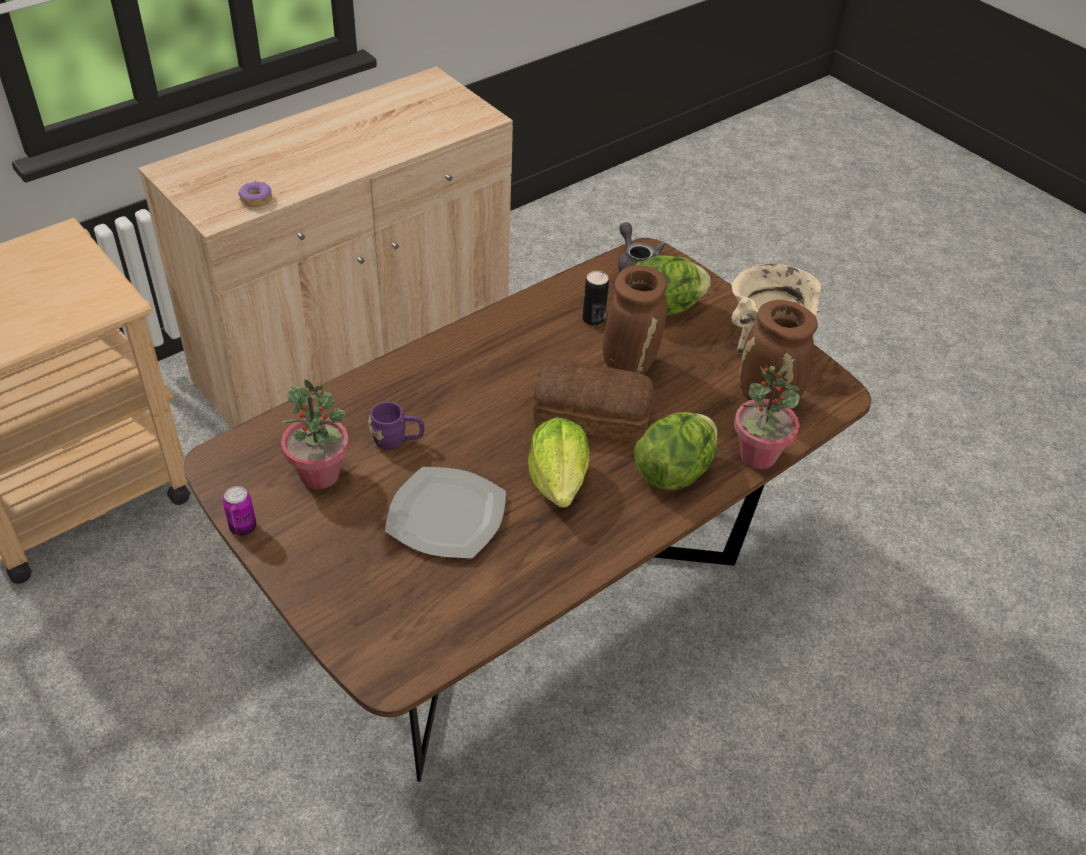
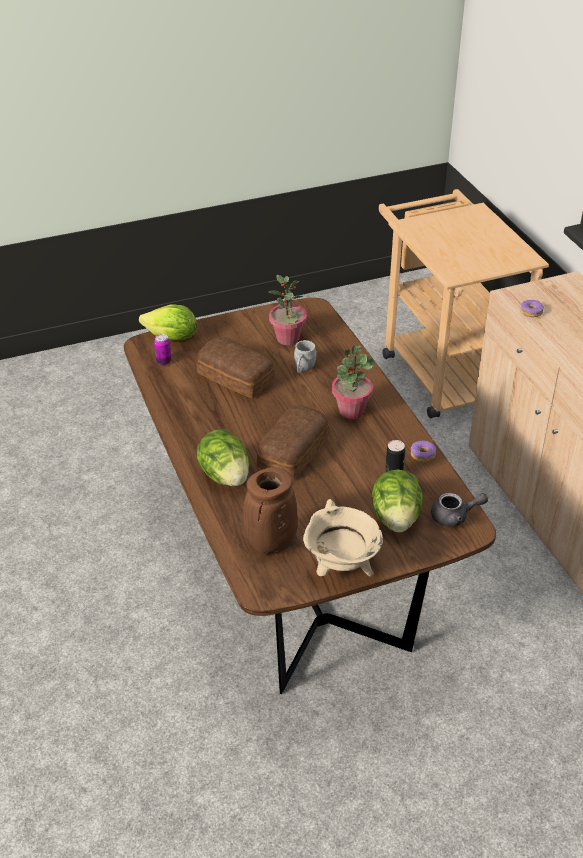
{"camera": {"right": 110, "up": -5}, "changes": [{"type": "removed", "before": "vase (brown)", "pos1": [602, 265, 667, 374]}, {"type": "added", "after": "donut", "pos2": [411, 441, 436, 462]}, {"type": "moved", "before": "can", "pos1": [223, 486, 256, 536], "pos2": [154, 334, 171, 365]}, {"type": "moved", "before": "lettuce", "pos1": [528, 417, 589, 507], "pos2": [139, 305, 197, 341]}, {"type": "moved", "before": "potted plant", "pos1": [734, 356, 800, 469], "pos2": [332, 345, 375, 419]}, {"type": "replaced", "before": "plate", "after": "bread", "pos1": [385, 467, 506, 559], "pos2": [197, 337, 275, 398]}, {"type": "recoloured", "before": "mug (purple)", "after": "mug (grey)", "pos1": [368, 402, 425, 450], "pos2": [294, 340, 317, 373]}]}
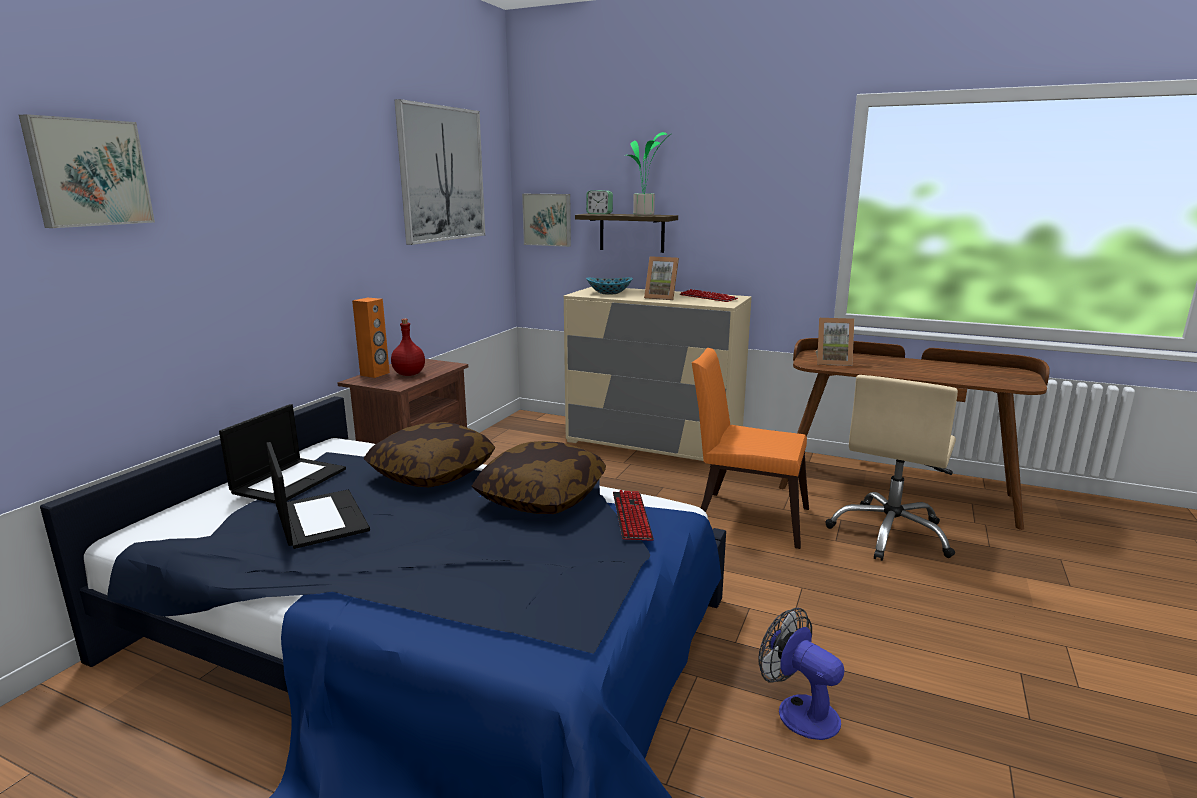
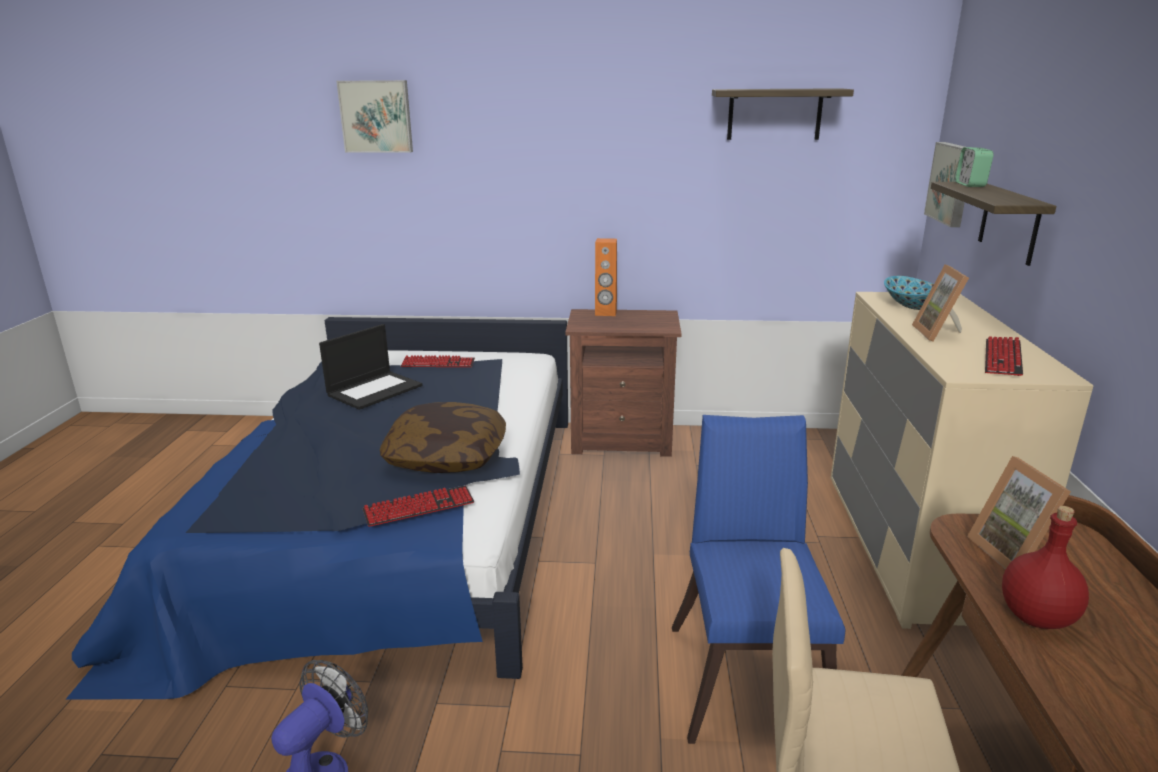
{"camera": {"right": 70, "up": 5}, "changes": [{"type": "removed", "before": "pillow", "pos1": [364, 422, 495, 487]}, {"type": "removed", "before": "potted plant", "pos1": [624, 132, 671, 215]}, {"type": "moved", "before": "bottle (red)", "pos1": [391, 319, 425, 376], "pos2": [1002, 506, 1089, 629]}, {"type": "replaced", "before": "laptop", "after": "keyboard", "pos1": [219, 404, 346, 504], "pos2": [401, 355, 475, 367]}, {"type": "replaced", "before": "picture", "after": "shelf", "pos1": [394, 99, 485, 245], "pos2": [712, 88, 854, 140]}, {"type": "recoloured", "before": "chair (orange)", "after": "chair (blue)", "pos1": [692, 348, 809, 549], "pos2": [672, 415, 846, 744]}]}
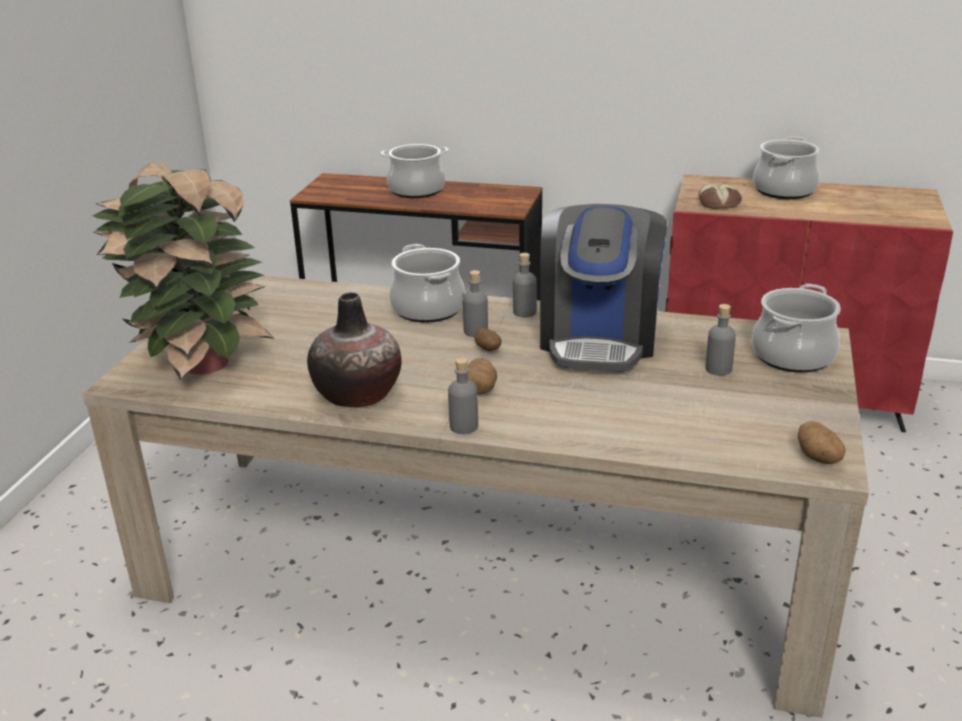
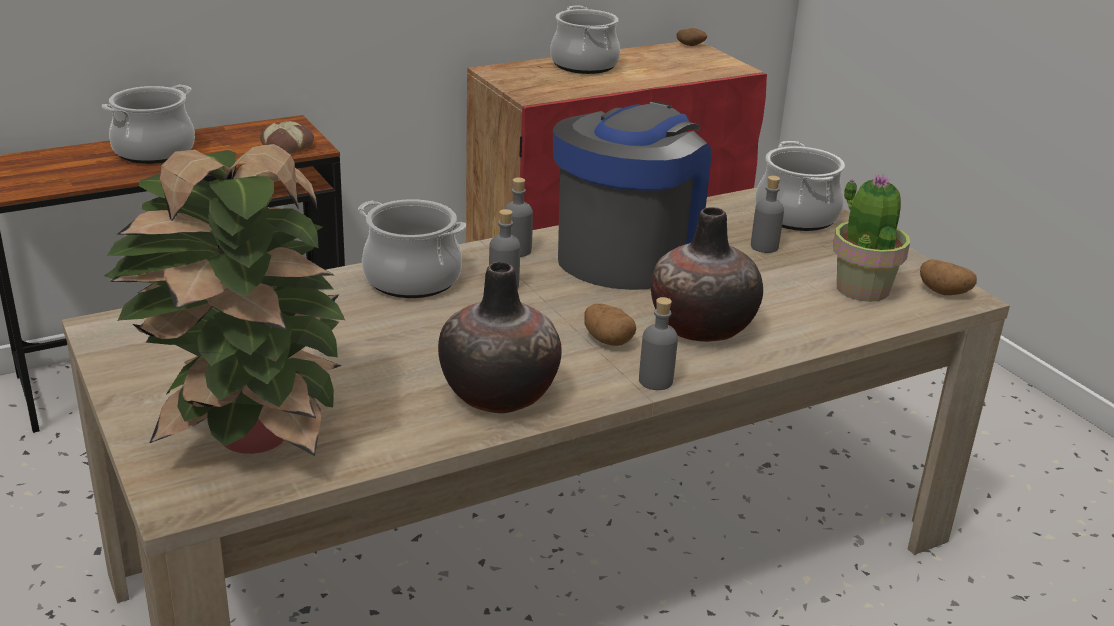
{"camera": {"right": -45, "up": 0}, "changes": [{"type": "added", "after": "vase", "pos2": [651, 207, 763, 342]}, {"type": "added", "after": "potted plant", "pos2": [833, 174, 910, 302]}, {"type": "moved", "before": "potato", "pos1": [475, 328, 502, 351], "pos2": [676, 28, 707, 46]}, {"type": "moved", "before": "bread", "pos1": [698, 182, 742, 209], "pos2": [260, 121, 314, 154]}, {"type": "turned", "before": "coffee machine", "pos1": [540, 204, 667, 372], "pos2": [553, 101, 711, 290], "turn": -120}]}
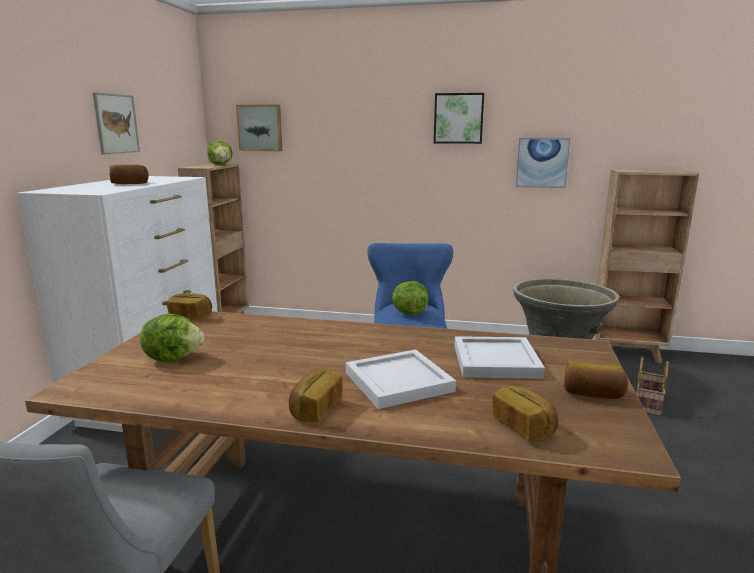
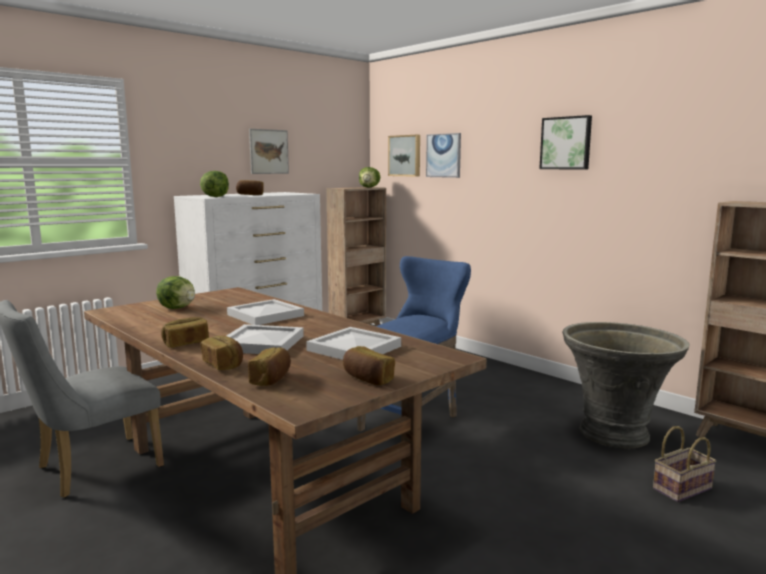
{"camera": {"right": 35, "up": -5}, "changes": [{"type": "added", "after": "tray (white)", "pos2": [227, 299, 304, 325]}, {"type": "moved", "before": "bread", "pos1": [166, 293, 212, 320], "pos2": [201, 336, 243, 370]}, {"type": "moved", "before": "lettuce", "pos1": [392, 281, 428, 314], "pos2": [200, 171, 229, 197]}, {"type": "moved", "before": "picture", "pos1": [516, 138, 570, 188], "pos2": [426, 133, 461, 178]}]}
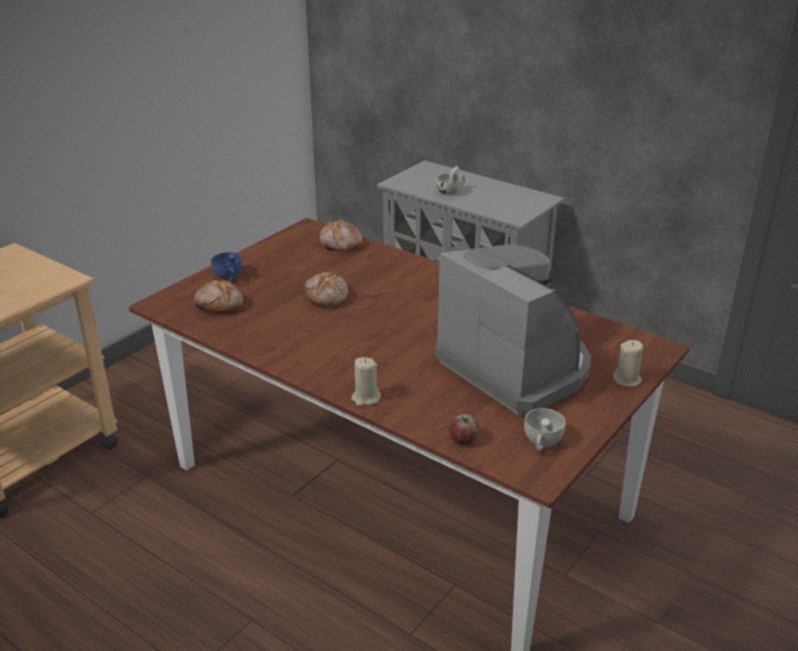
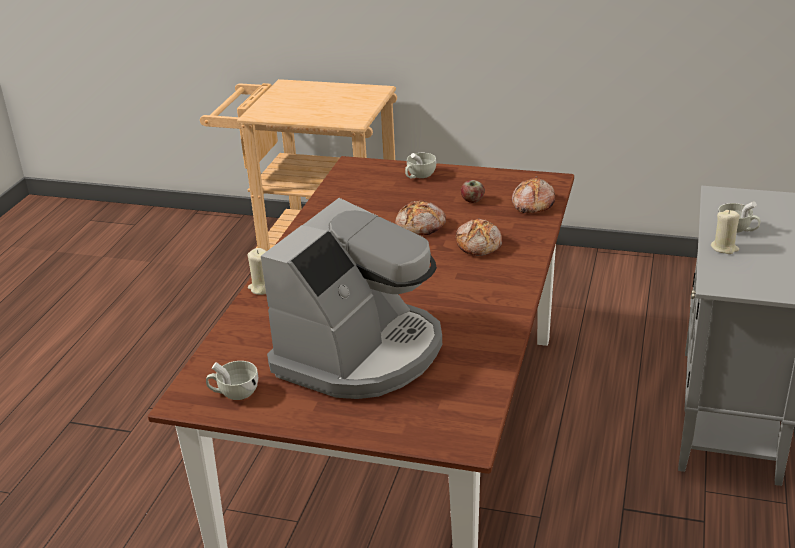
{"camera": {"right": 70, "up": 0}, "changes": [{"type": "moved", "before": "bread", "pos1": [193, 280, 243, 313], "pos2": [456, 218, 502, 256]}, {"type": "moved", "before": "apple", "pos1": [449, 414, 479, 444], "pos2": [461, 180, 485, 203]}, {"type": "moved", "before": "candle (beige)", "pos1": [613, 340, 643, 387], "pos2": [711, 210, 740, 254]}, {"type": "recoloured", "before": "cup (blue)", "after": "cup (white)", "pos1": [211, 252, 242, 281], "pos2": [405, 153, 436, 179]}]}
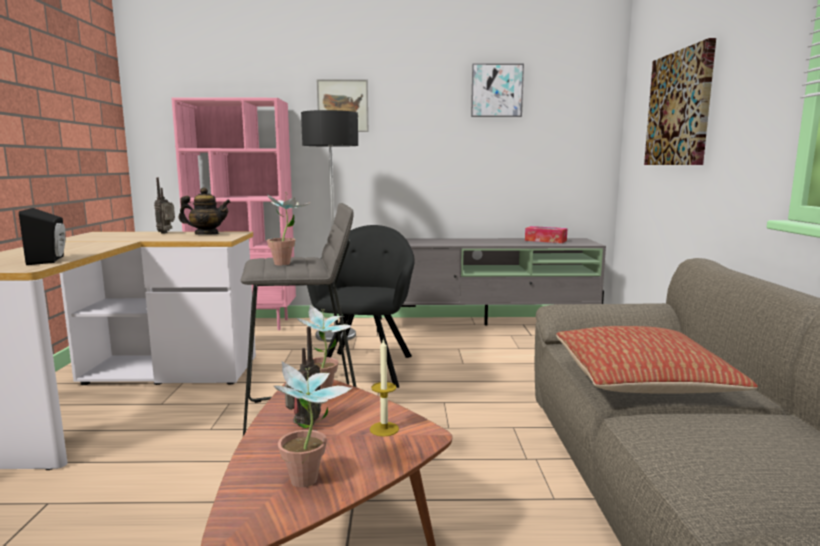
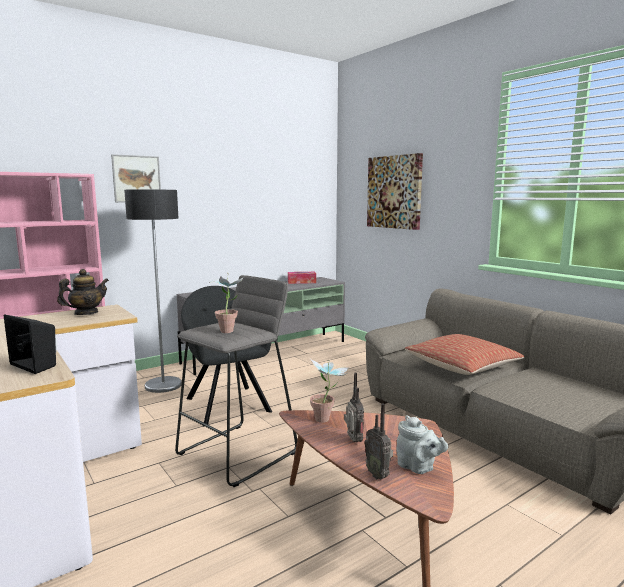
{"camera": {"right": -35, "up": 0}, "changes": [{"type": "removed", "before": "candle", "pos1": [370, 338, 399, 437]}, {"type": "removed", "before": "picture", "pos1": [471, 63, 524, 117]}, {"type": "moved", "before": "radio", "pos1": [154, 177, 175, 233], "pos2": [365, 403, 393, 480]}, {"type": "replaced", "before": "potted plant", "after": "teapot (grey)", "pos1": [274, 361, 353, 487], "pos2": [396, 415, 448, 474]}]}
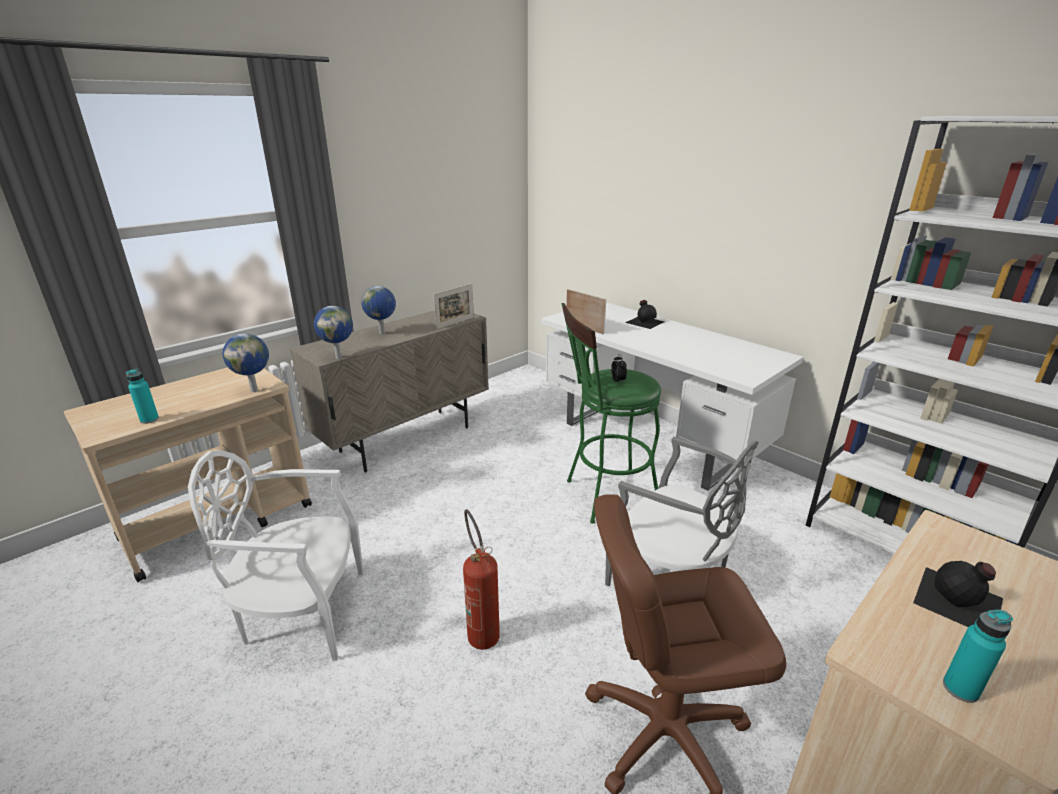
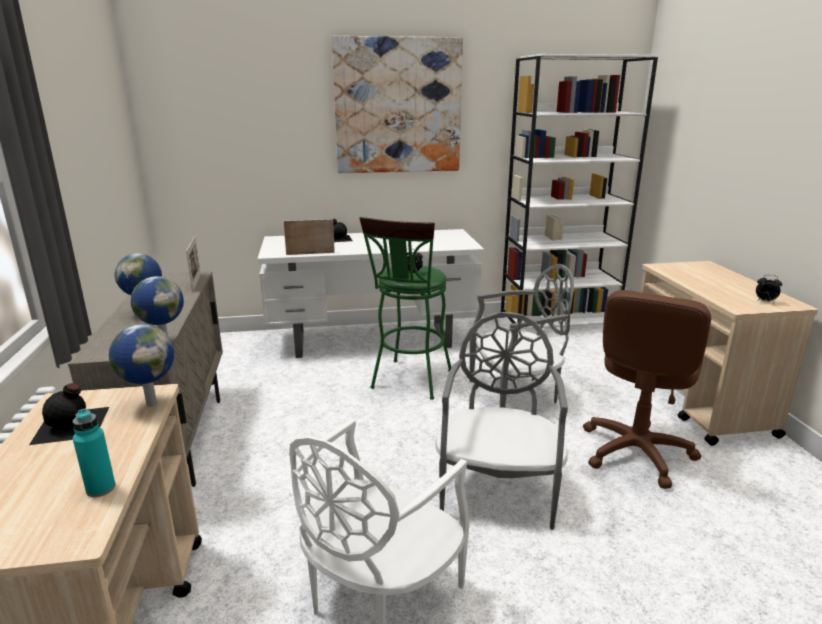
{"camera": {"right": -55, "up": -5}, "changes": [{"type": "added", "after": "picture", "pos2": [332, 36, 463, 173]}, {"type": "moved", "before": "bottle (black)", "pos1": [913, 561, 1003, 627], "pos2": [29, 383, 109, 445]}, {"type": "replaced", "before": "fire extinguisher", "after": "chair (grey)", "pos1": [463, 509, 500, 650], "pos2": [435, 312, 568, 530]}, {"type": "replaced", "before": "bottle (turquoise)", "after": "alarm clock", "pos1": [943, 610, 1013, 703], "pos2": [756, 275, 782, 303]}]}
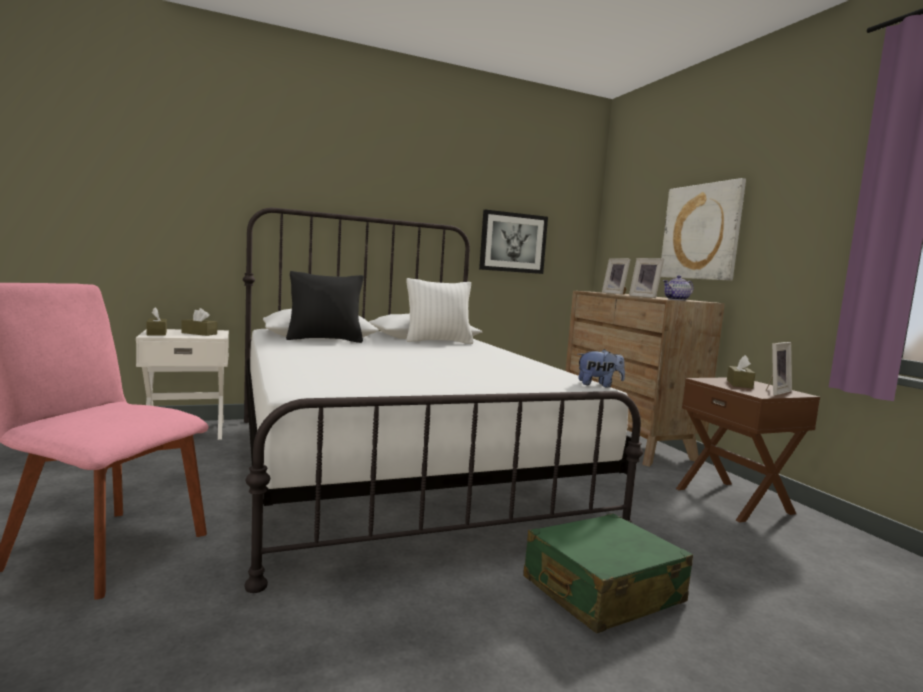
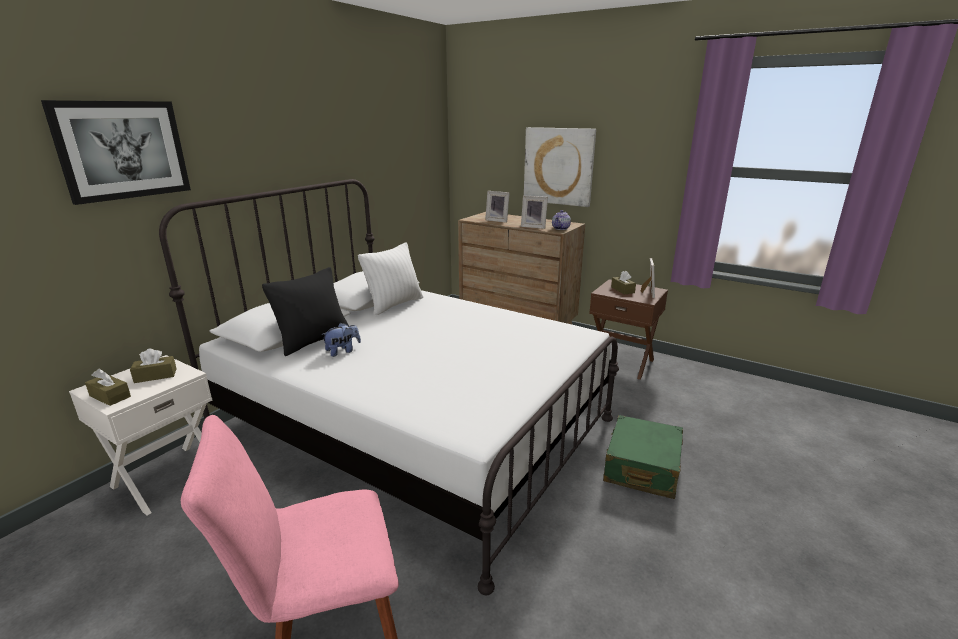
{"camera": {"right": -35, "up": 15}, "changes": [{"type": "moved", "before": "picture", "pos1": [479, 210, 548, 274], "pos2": [41, 100, 191, 205]}, {"type": "moved", "before": "plush toy", "pos1": [578, 349, 625, 387], "pos2": [321, 323, 361, 357]}]}
